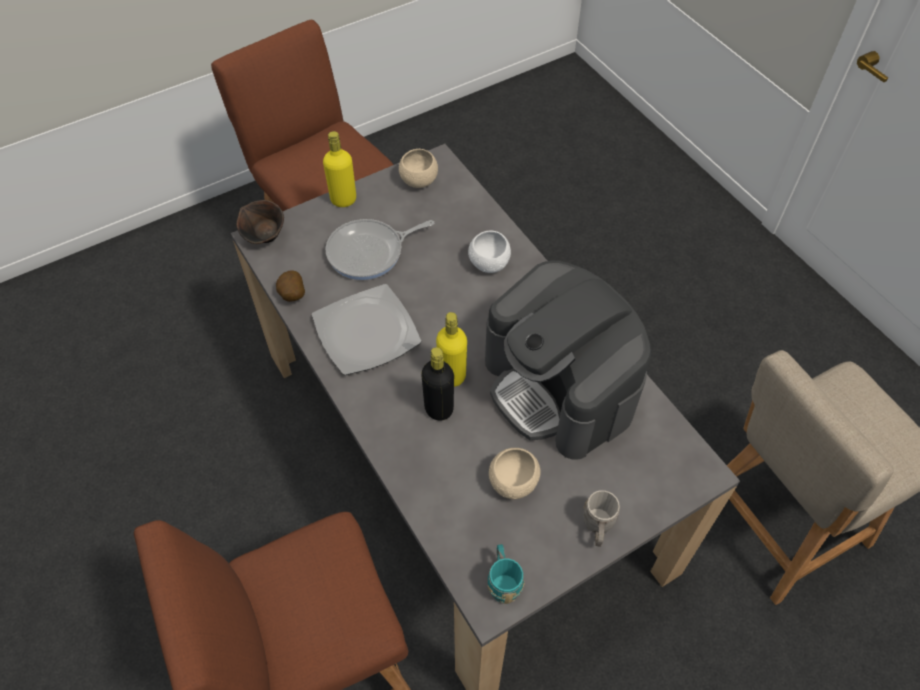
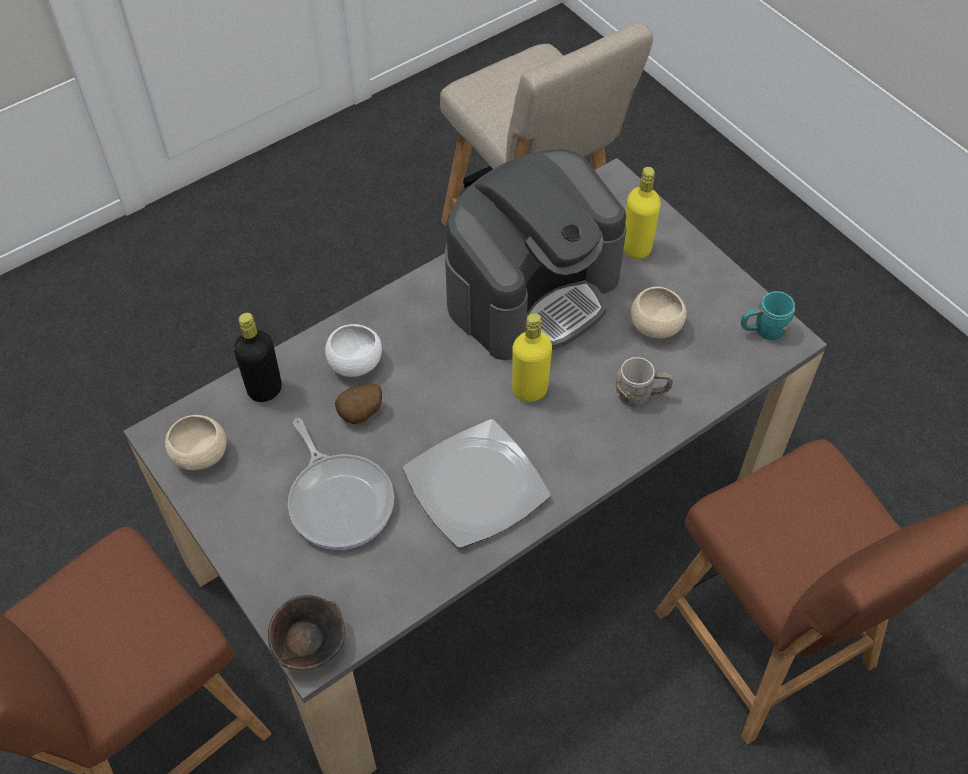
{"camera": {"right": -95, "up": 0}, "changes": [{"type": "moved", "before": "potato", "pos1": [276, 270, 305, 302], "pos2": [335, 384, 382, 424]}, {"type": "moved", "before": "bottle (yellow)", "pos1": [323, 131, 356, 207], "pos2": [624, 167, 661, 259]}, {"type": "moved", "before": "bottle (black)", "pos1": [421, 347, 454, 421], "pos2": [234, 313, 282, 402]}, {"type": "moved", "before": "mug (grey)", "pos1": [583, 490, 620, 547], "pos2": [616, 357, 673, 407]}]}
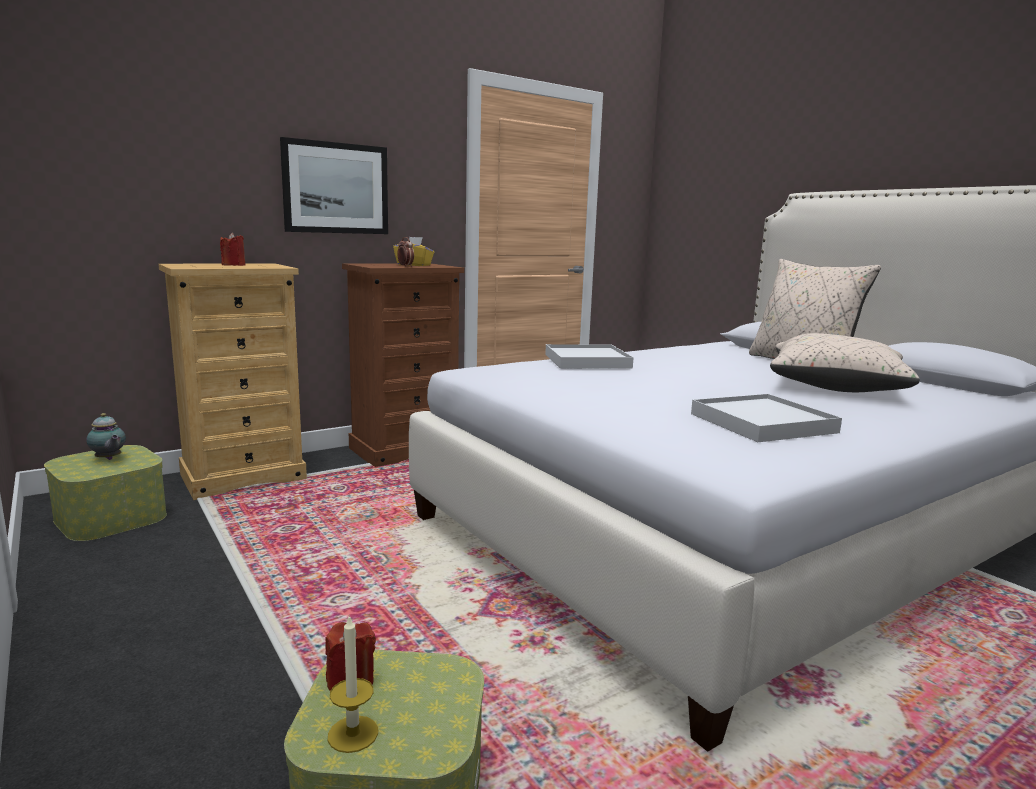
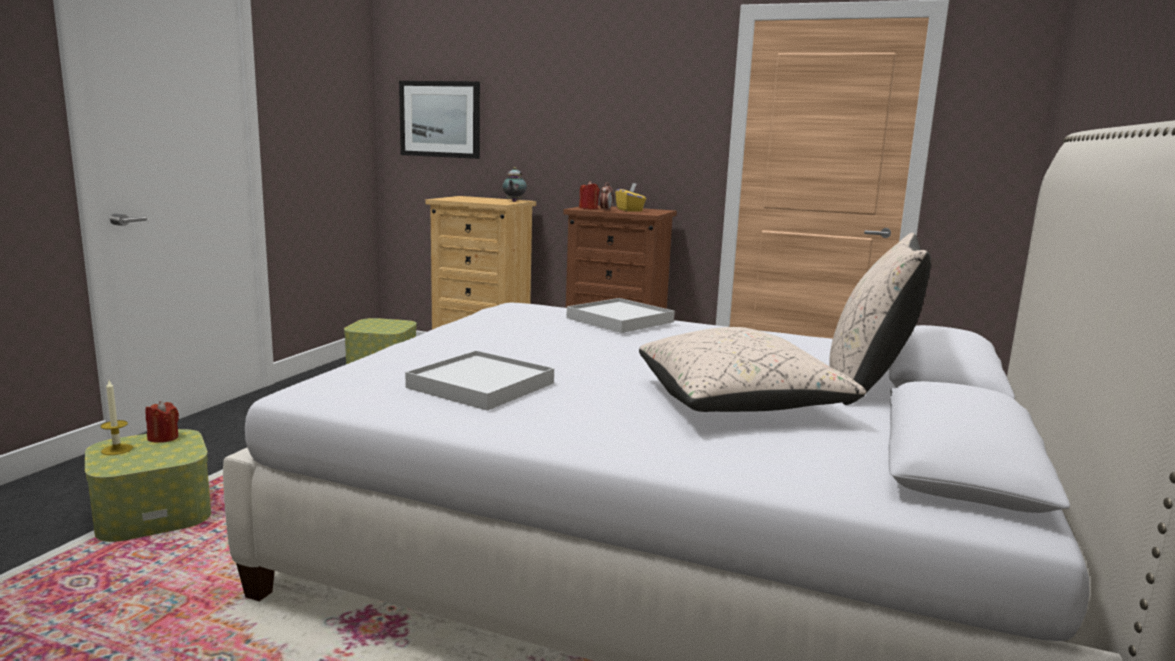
{"camera": {"right": 55, "up": 0}, "changes": [{"type": "moved", "before": "teapot", "pos1": [86, 413, 126, 460], "pos2": [502, 167, 527, 202]}, {"type": "moved", "before": "candle (red)", "pos1": [220, 233, 245, 266], "pos2": [579, 181, 600, 209]}, {"type": "moved", "before": "picture", "pos1": [280, 137, 388, 234], "pos2": [399, 81, 480, 159]}]}
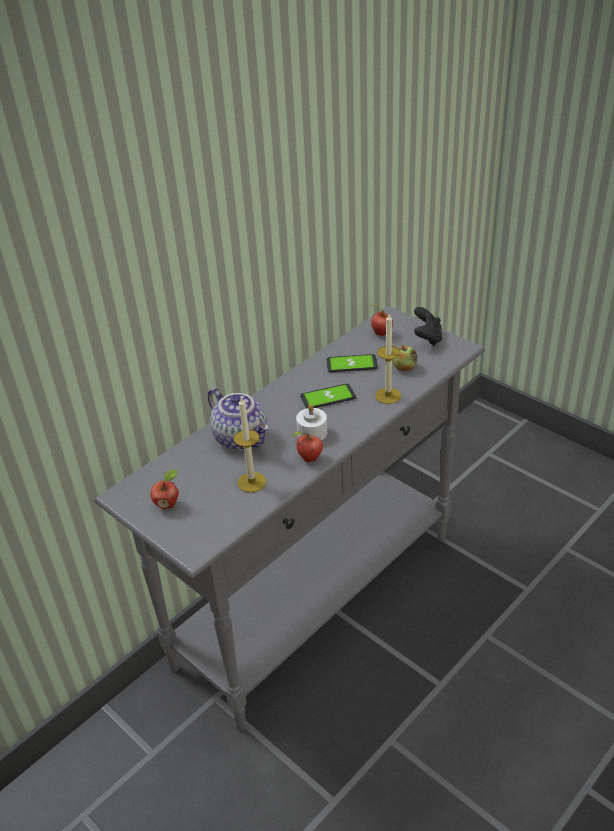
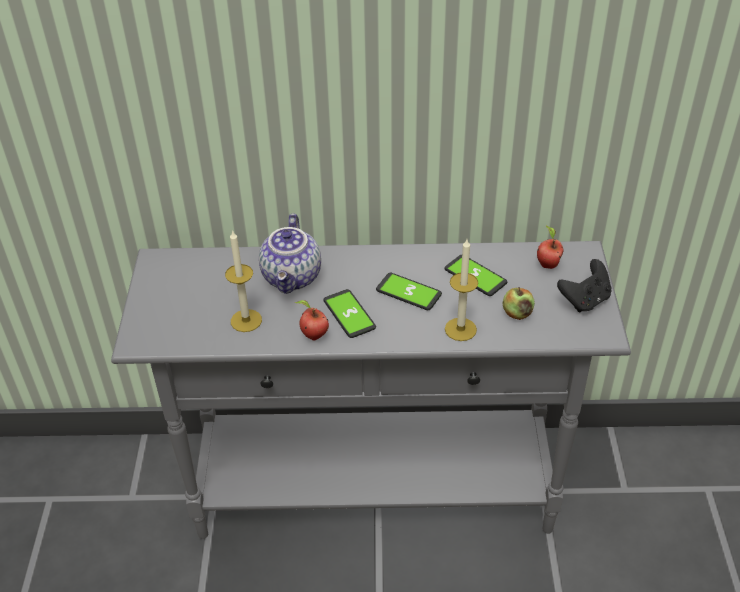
{"camera": {"right": 45, "up": 5}, "changes": [{"type": "removed", "before": "apple", "pos1": [150, 470, 179, 509]}, {"type": "replaced", "before": "candle (white)", "after": "phone", "pos1": [296, 404, 327, 441], "pos2": [323, 289, 376, 338]}]}
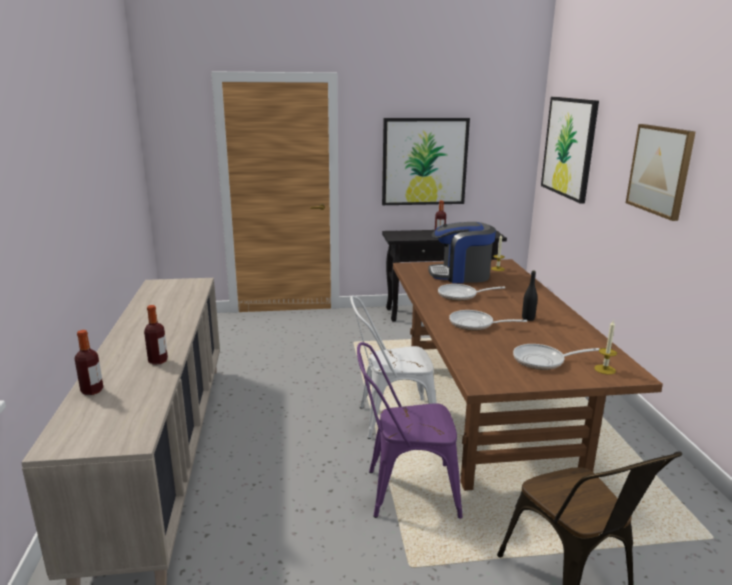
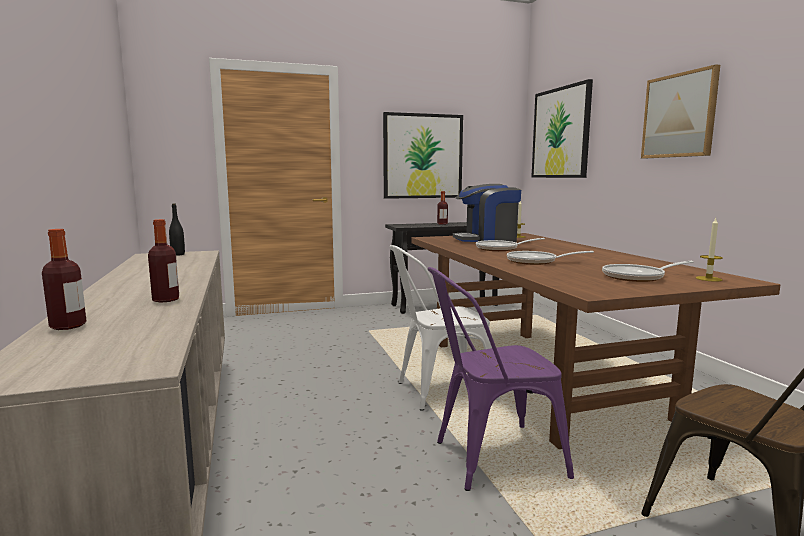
{"camera": {"right": -10, "up": -10}, "changes": [{"type": "moved", "before": "bottle (black)", "pos1": [522, 270, 538, 321], "pos2": [169, 204, 185, 256]}]}
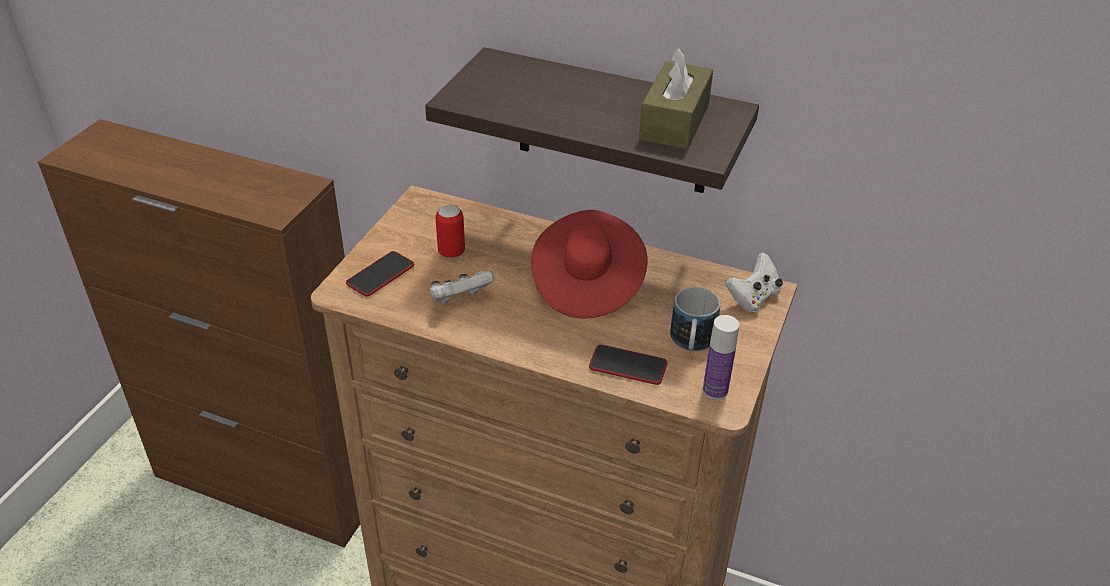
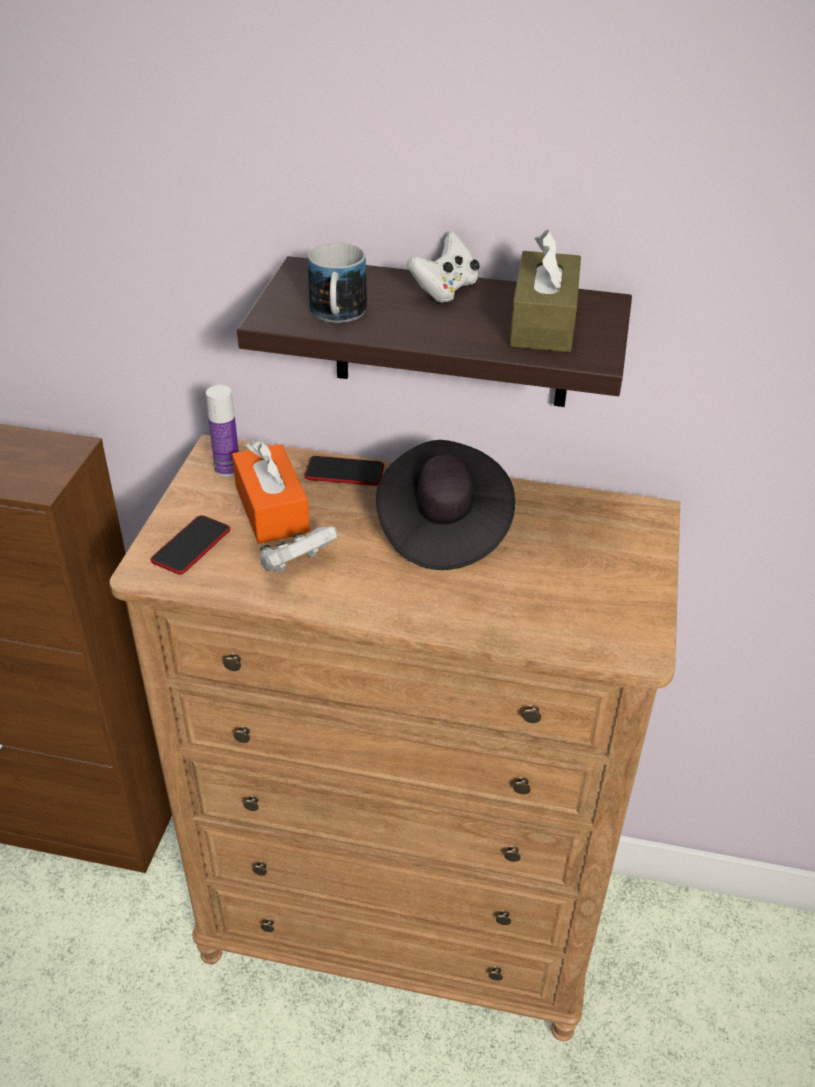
{"camera": {"right": -10, "up": 0}, "changes": [{"type": "moved", "before": "phone", "pos1": [589, 345, 667, 385], "pos2": [305, 456, 384, 486]}, {"type": "moved", "before": "mug", "pos1": [670, 287, 720, 351], "pos2": [308, 243, 367, 323]}, {"type": "moved", "before": "bottle", "pos1": [703, 315, 739, 400], "pos2": [206, 385, 239, 477]}, {"type": "moved", "before": "game controller (white)", "pos1": [725, 253, 783, 313], "pos2": [407, 231, 480, 303]}, {"type": "replaced", "before": "can", "after": "tissue box (orange)", "pos1": [435, 205, 465, 258], "pos2": [232, 440, 310, 544]}, {"type": "recoloured", "before": "hat (red)", "after": "hat (black)", "pos1": [531, 210, 648, 318], "pos2": [376, 440, 515, 570]}]}
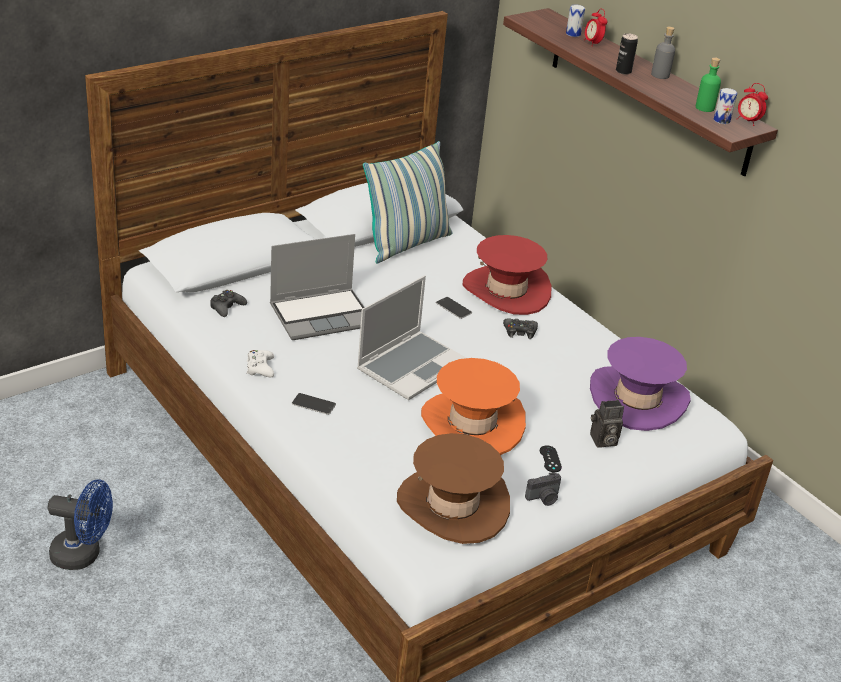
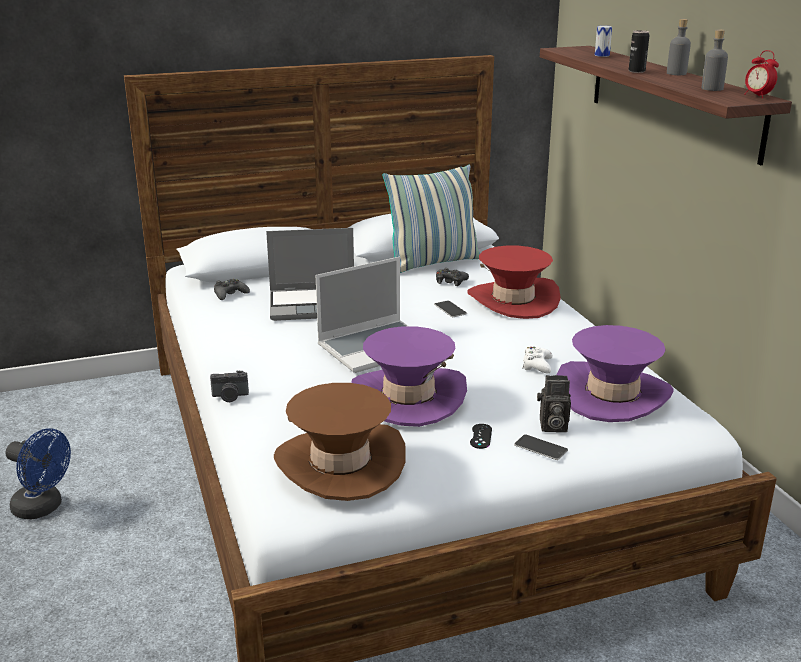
{"camera": {"right": 20, "up": -10}, "changes": [{"type": "removed", "before": "alarm clock", "pos1": [584, 9, 608, 47]}, {"type": "removed", "before": "can", "pos1": [714, 88, 737, 124]}, {"type": "moved", "before": "game controller (white)", "pos1": [247, 350, 274, 377], "pos2": [522, 347, 553, 373]}, {"type": "moved", "before": "phone", "pos1": [292, 393, 336, 415], "pos2": [514, 434, 568, 460]}, {"type": "moved", "before": "game controller (black)", "pos1": [503, 318, 538, 339], "pos2": [436, 268, 469, 286]}, {"type": "moved", "before": "photo camera", "pos1": [525, 472, 561, 506], "pos2": [210, 371, 249, 402]}, {"type": "recoloured", "before": "hat (orange)", "after": "hat (purple)", "pos1": [421, 358, 526, 455], "pos2": [352, 326, 467, 427]}, {"type": "recoloured", "before": "bottle (green)", "after": "bottle (grey)", "pos1": [696, 57, 721, 112], "pos2": [702, 30, 728, 91]}]}
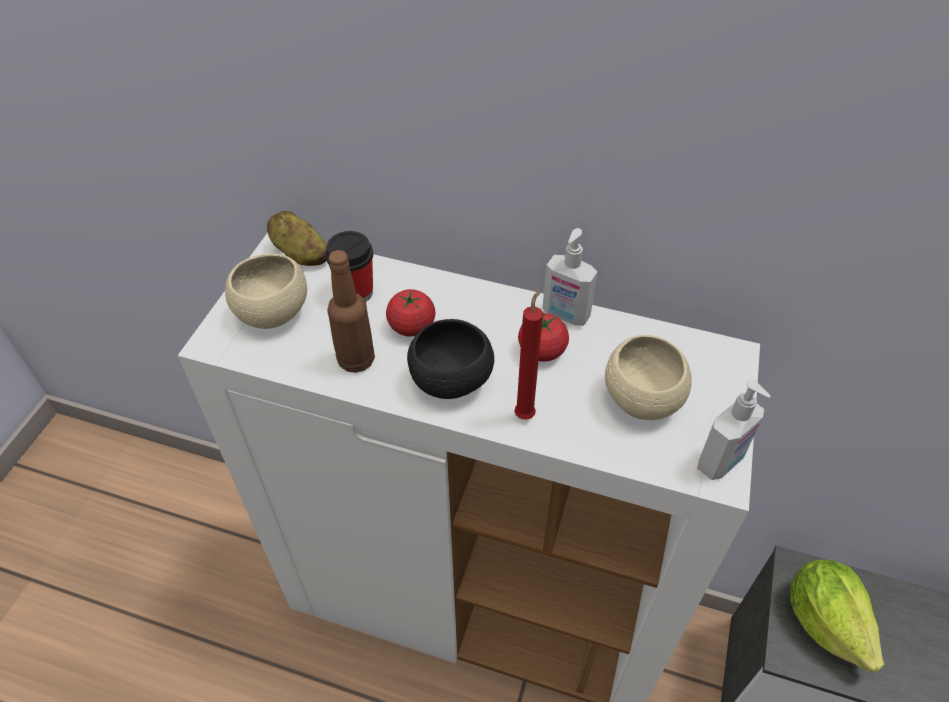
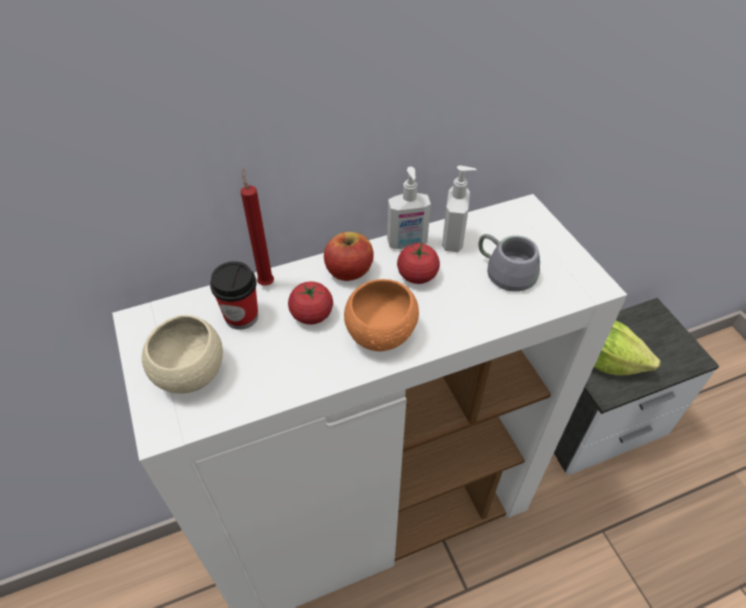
{"camera": {"right": -40, "up": 0}, "changes": [{"type": "removed", "before": "potato", "pos1": [267, 211, 327, 266]}, {"type": "removed", "before": "bottle (brown)", "pos1": [327, 250, 375, 373]}, {"type": "added", "after": "apple", "pos2": [324, 232, 374, 281]}, {"type": "moved", "before": "candle (red)", "pos1": [514, 286, 543, 420], "pos2": [241, 168, 274, 286]}, {"type": "moved", "before": "soap dispenser", "pos1": [697, 379, 771, 480], "pos2": [442, 165, 477, 252]}, {"type": "replaced", "before": "bowl (beige)", "after": "mug (grey)", "pos1": [605, 335, 692, 420], "pos2": [479, 234, 540, 292]}, {"type": "recoloured", "before": "bowl (black)", "after": "bowl (orange)", "pos1": [407, 319, 494, 399], "pos2": [344, 279, 419, 351]}]}
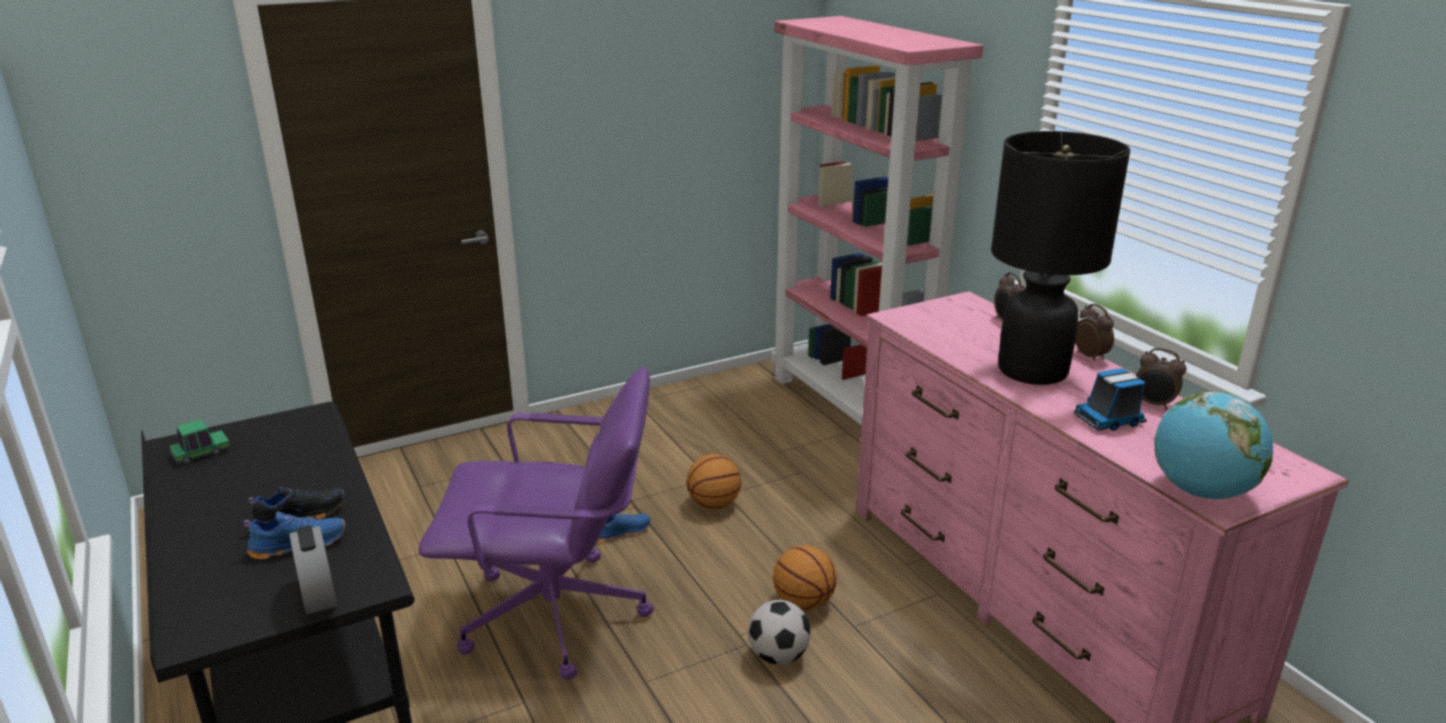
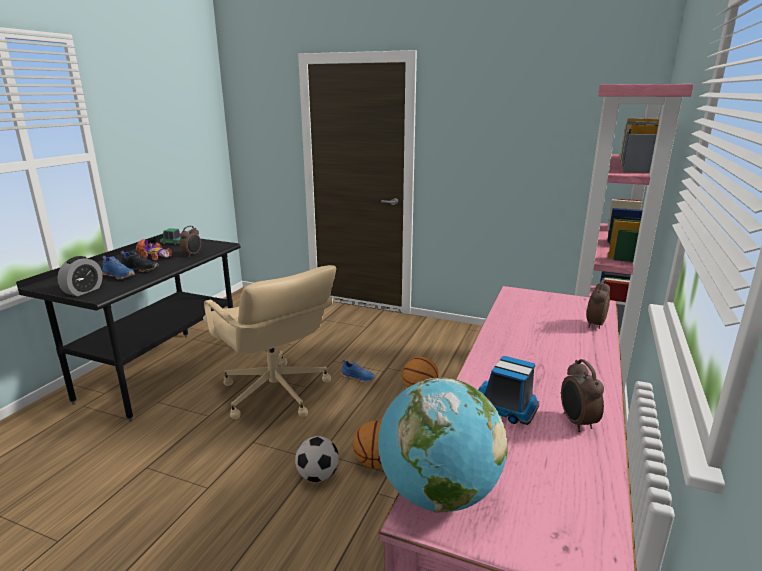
{"camera": {"right": 50, "up": -5}, "changes": [{"type": "removed", "before": "table lamp (black)", "pos1": [991, 131, 1130, 385]}, {"type": "added", "after": "toy car", "pos2": [136, 239, 172, 261]}, {"type": "moved", "before": "alarm clock", "pos1": [1075, 304, 1114, 361], "pos2": [179, 226, 201, 257]}, {"type": "recoloured", "before": "office chair (purple)", "after": "office chair (beige)", "pos1": [419, 367, 653, 680], "pos2": [203, 265, 336, 419]}]}
